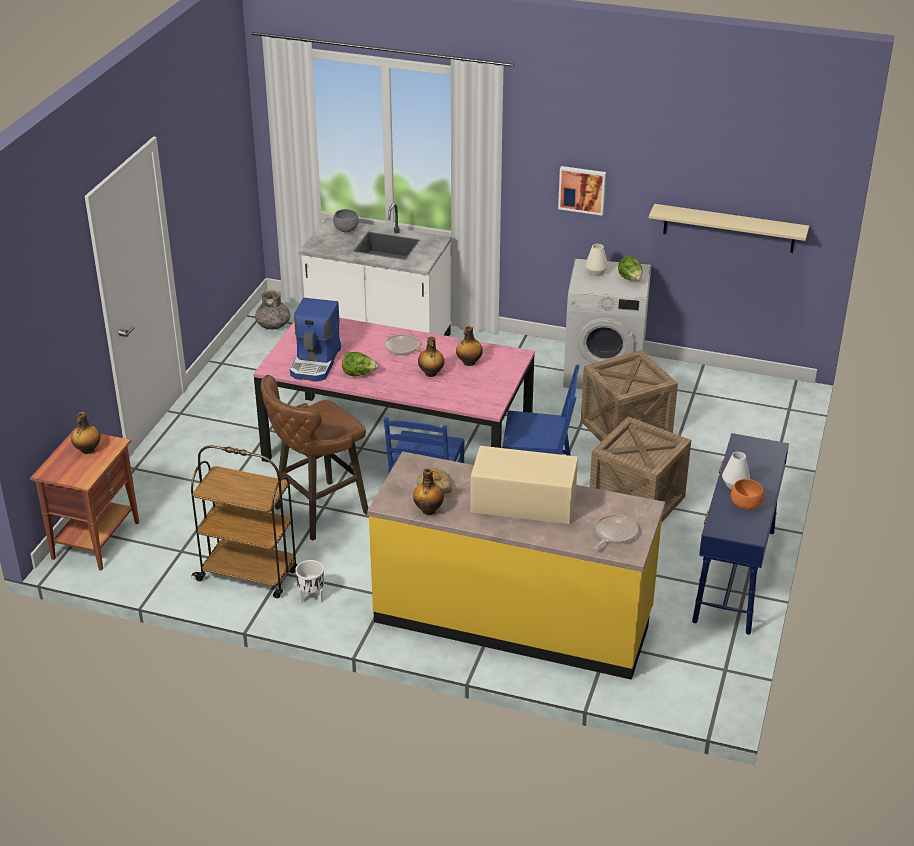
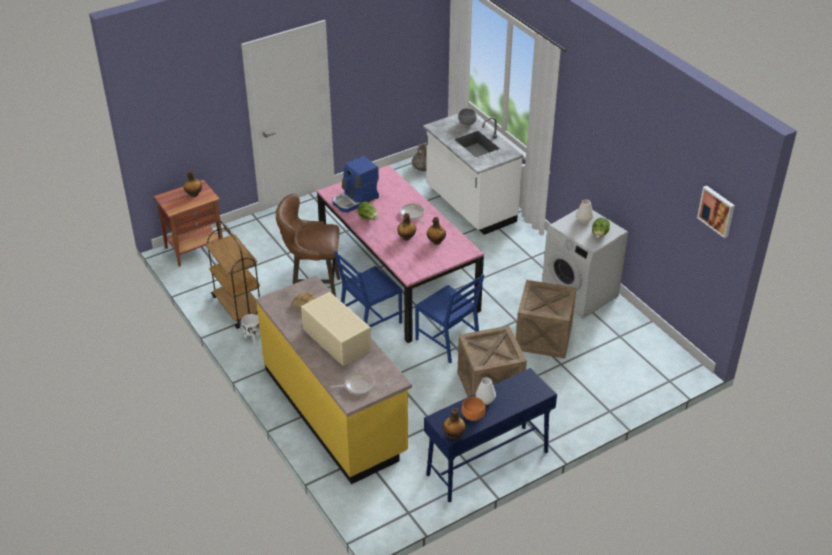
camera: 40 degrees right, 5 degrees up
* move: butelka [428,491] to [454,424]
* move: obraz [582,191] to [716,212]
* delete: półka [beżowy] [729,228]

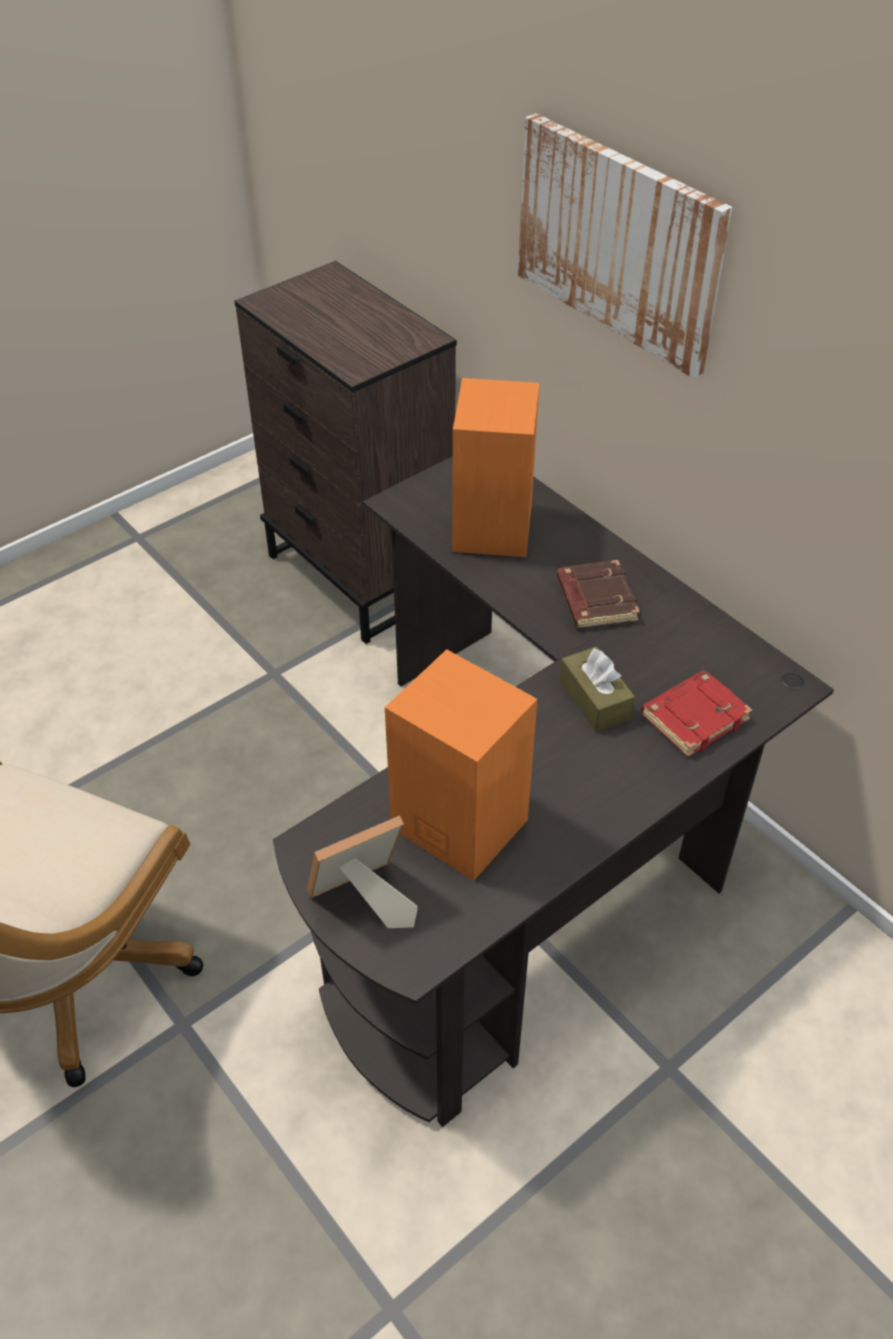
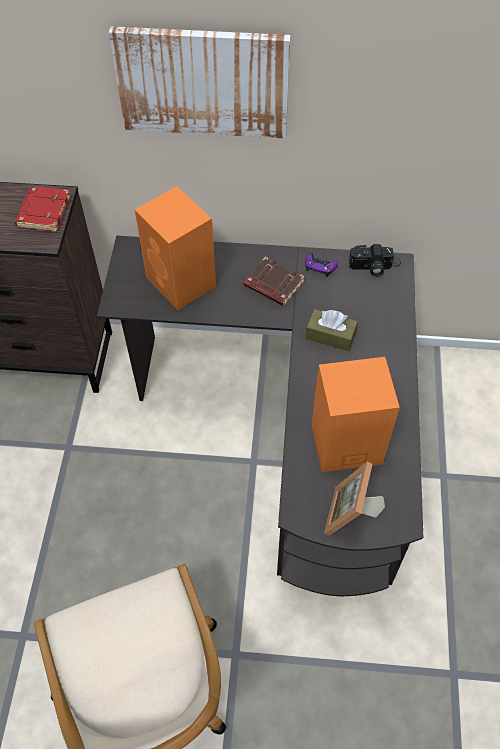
camera: 45 degrees left, 10 degrees up
* move: książka [czerwony] [697,713] to [42,209]
* insert: pad do gier [fioletowy] [321,265]
* insert: aparat fotograficzny [371,260]

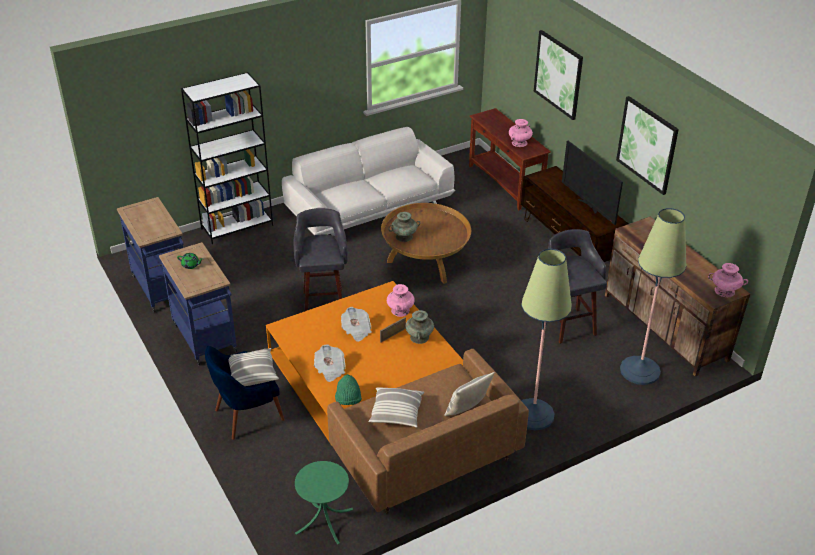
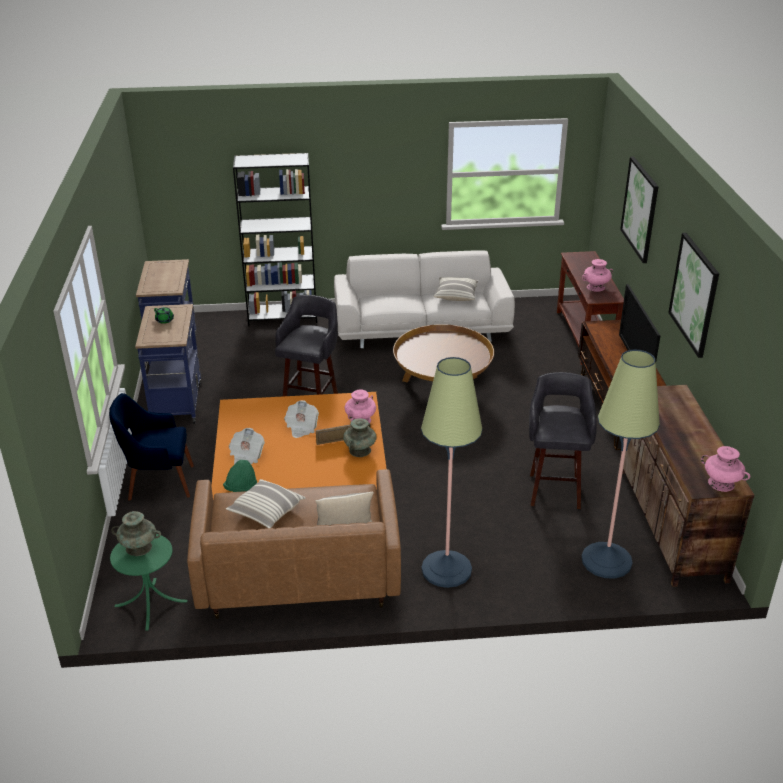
camera: 25 degrees right, 5 degrees down
* move: poduszka [253,367] to [456,289]
* move: wazon [turkusowy] [404,227] to [136,533]

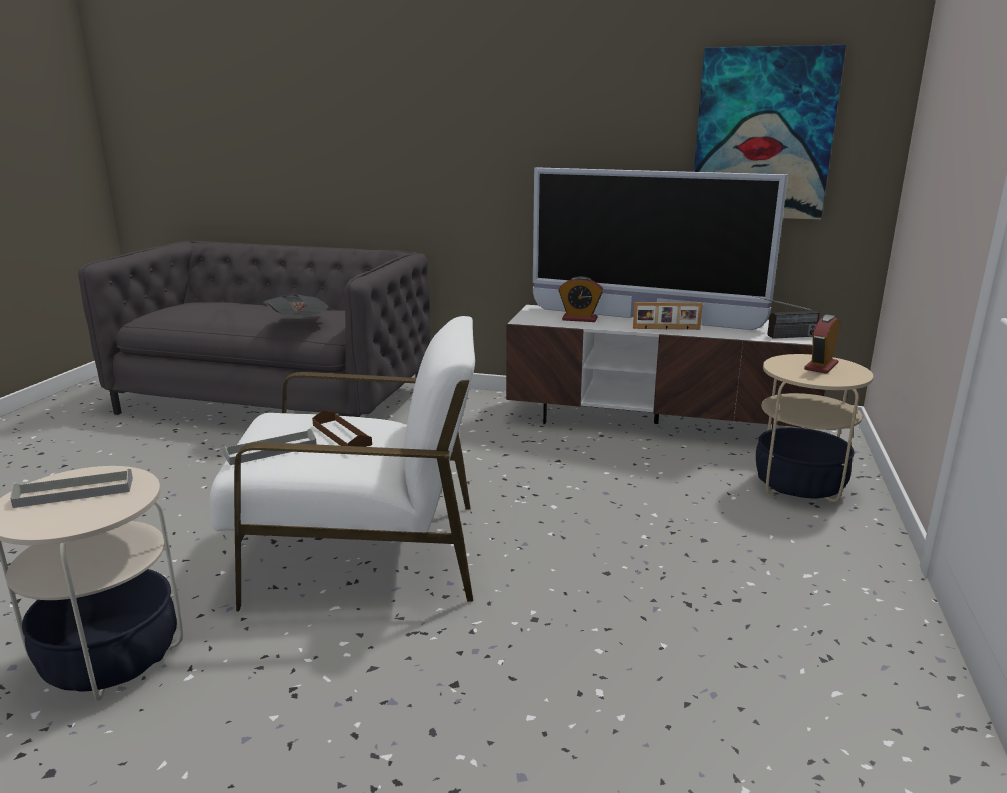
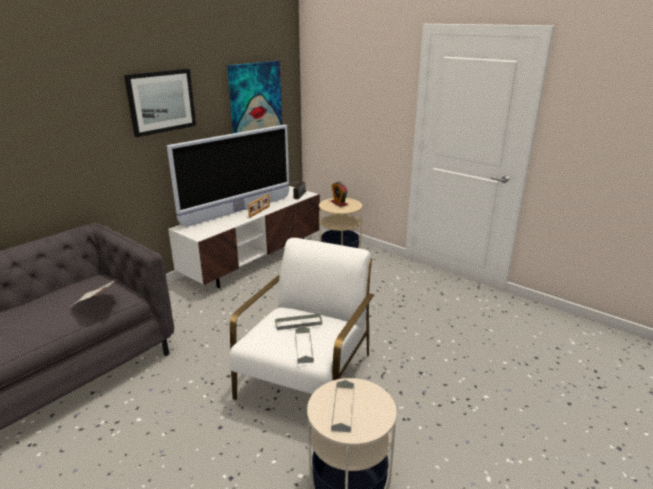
camera: 65 degrees left, 5 degrees up
* recolor: taca [brązowy] [342,428] to taca [szary] [298,321]
* delete: budzik [580,299]
* insert: obraz [160,103]

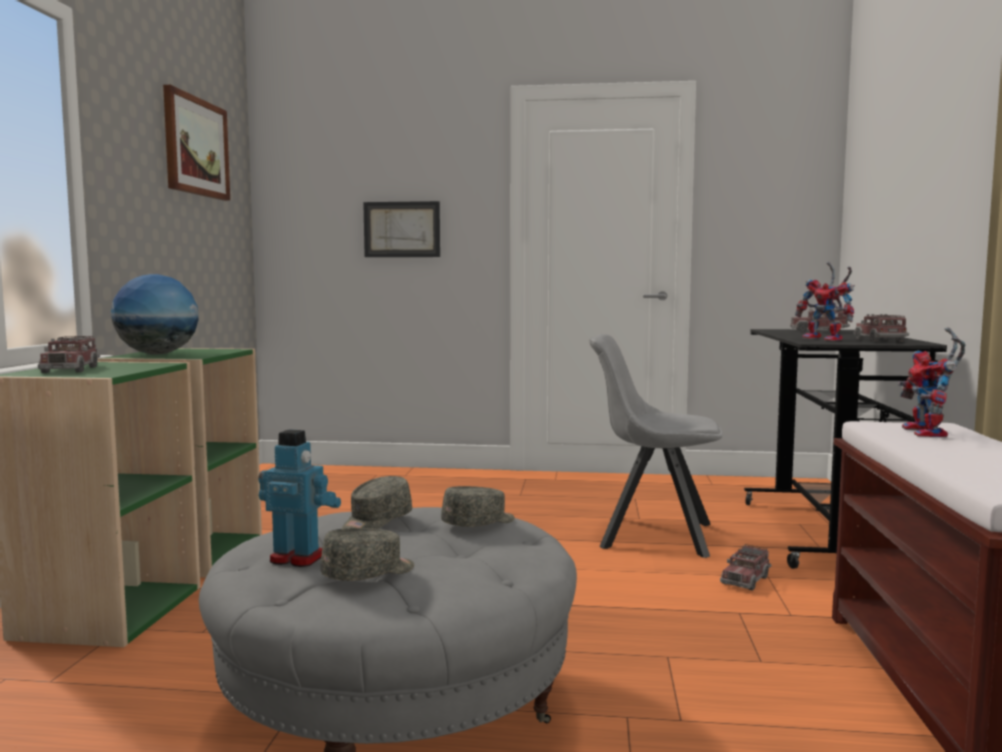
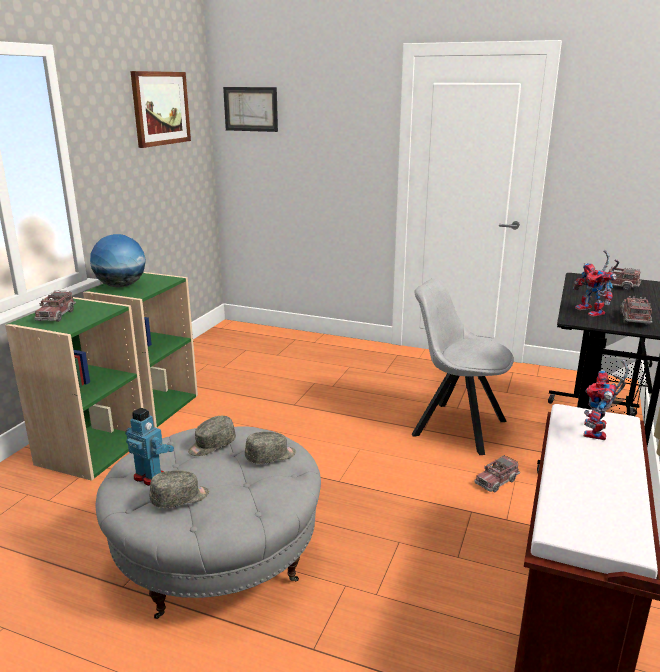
camera: 15 degrees right, 15 degrees up
* move: obraz [401,229] to [250,109]

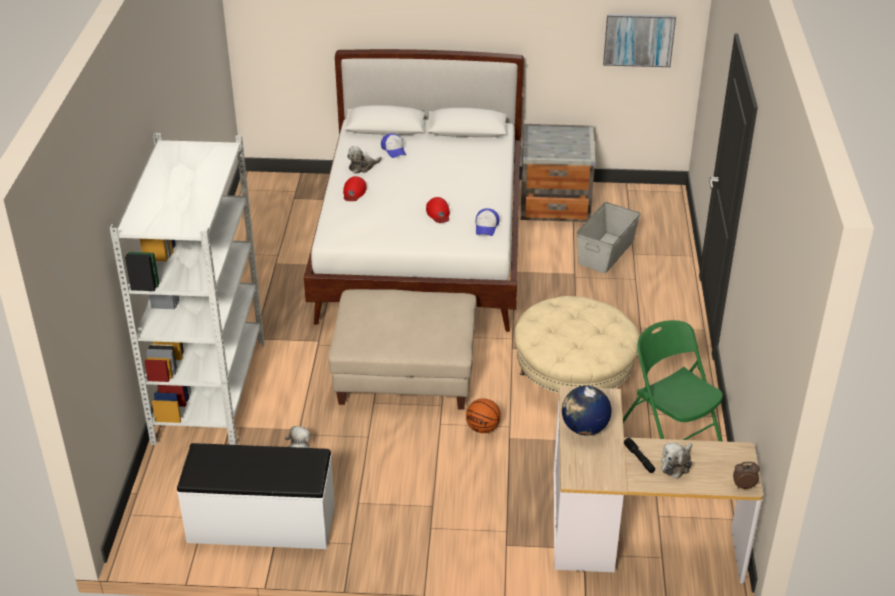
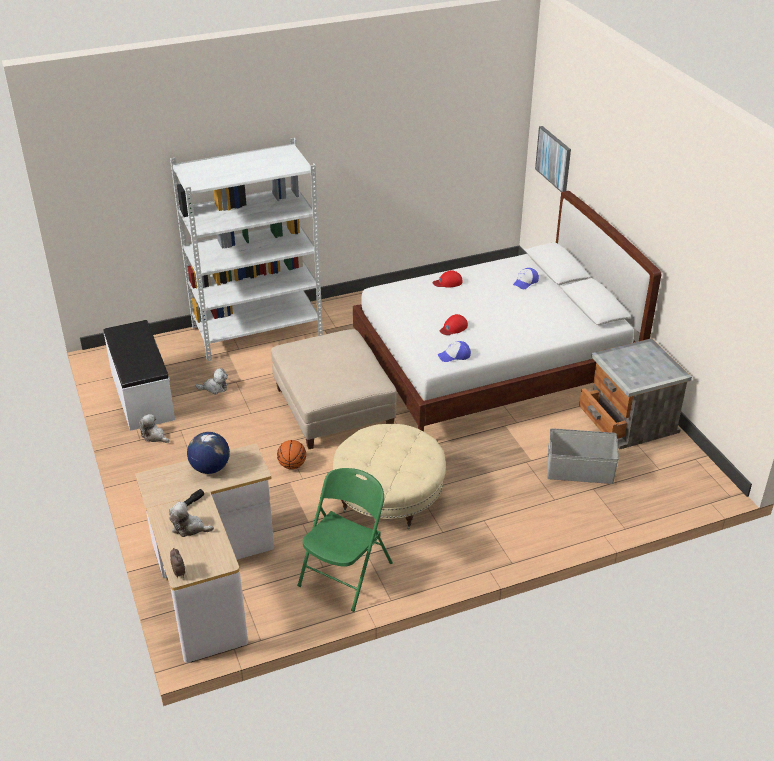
camera: 65 degrees right, 0 degrees up
* move: pluszak [364,160] to [154,428]
* move: obraz [639,40] to [553,159]

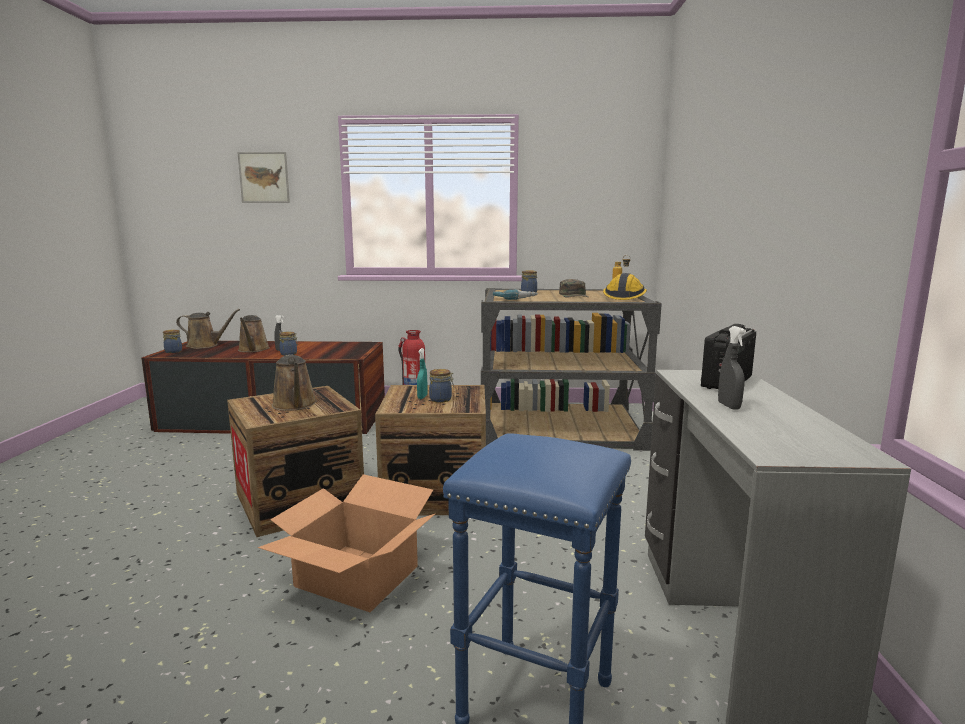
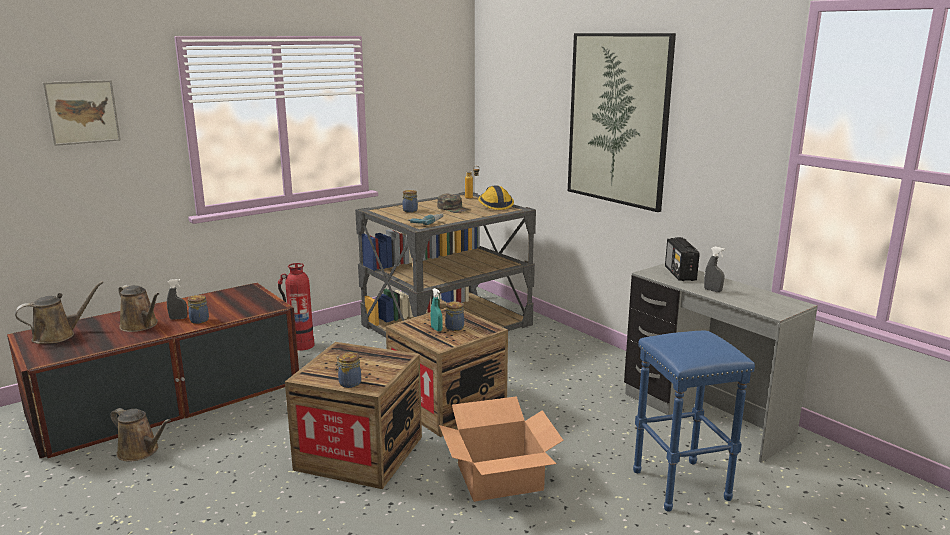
camera: 40 degrees left, 5 degrees up
* move: słoik [172,341] to [348,370]
* move: konewka [brązowy] [294,383] to [140,434]
* insert: obraz [622,122]

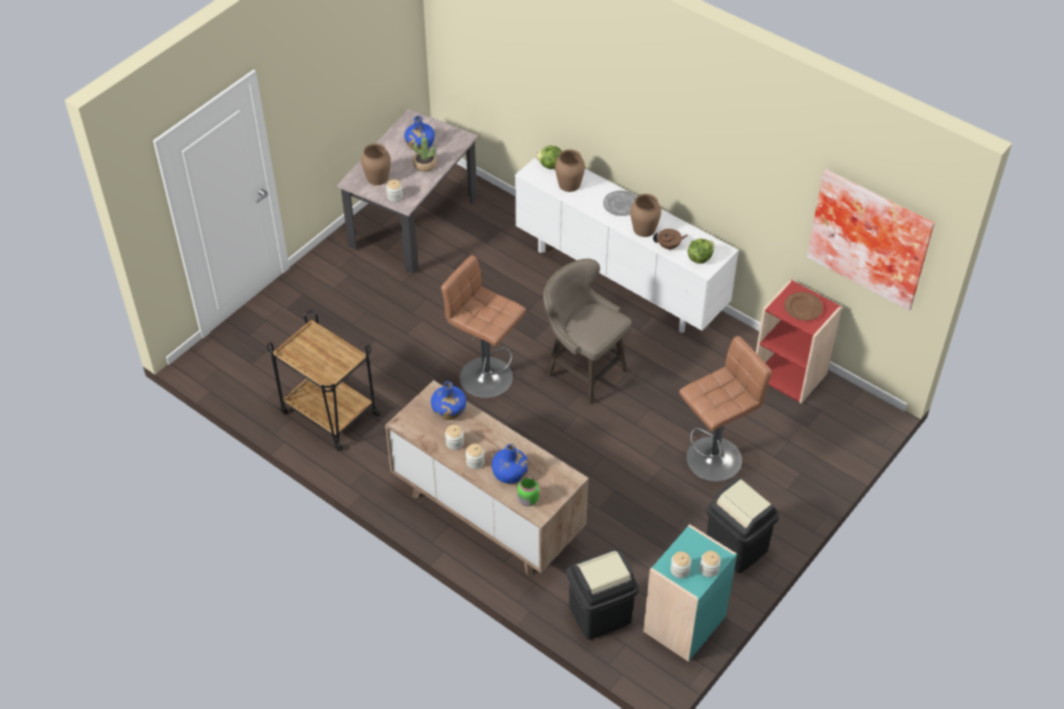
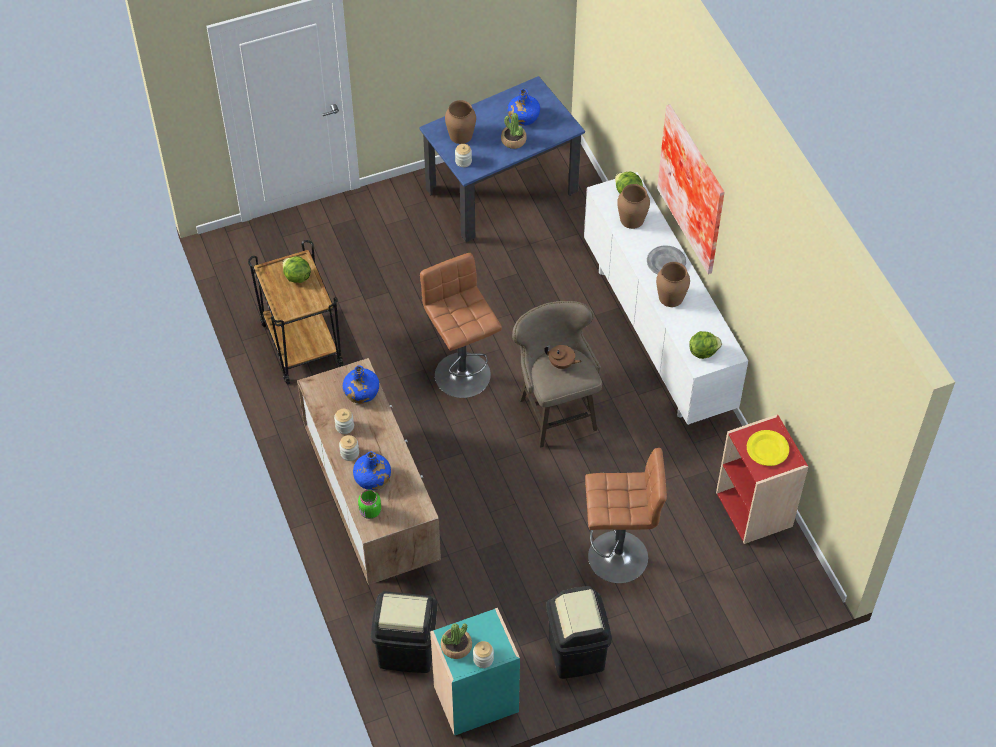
camera: 30 degrees right, 5 degrees up
* recolor: stół jadalny [beżowy] [407,191] to stół jadalny [niebieski] [502,159]
* move: imbryk [brązowy] [670,239] to [563,357]
* replace: słoik [680,565] to roślina doniczkowa [456,641]
* recolor: talerz [brązowy] [803,306] to talerz [żółty] [768,448]
* move: obraz [871,240] to [691,189]
* insert: sałata [297,269]

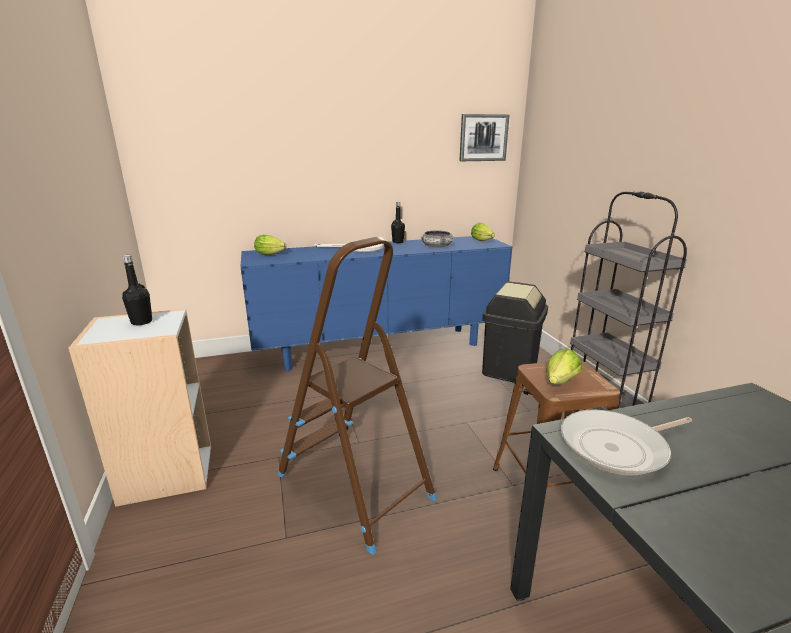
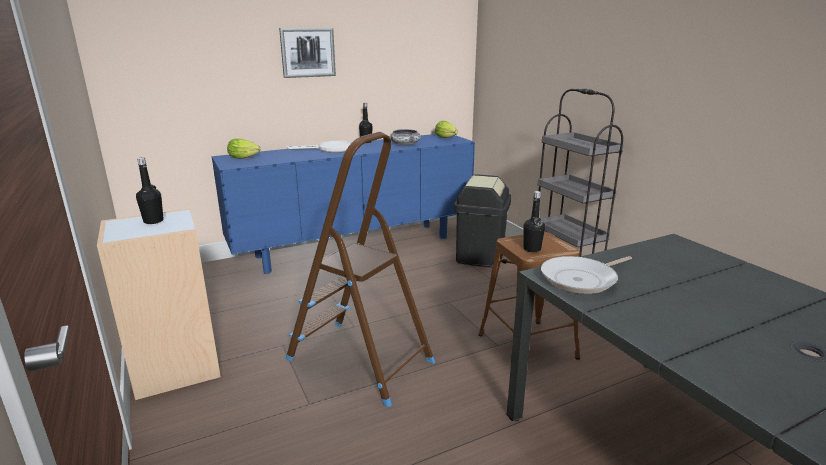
camera: 10 degrees left, 0 degrees up
* move: obraz [484,137] to [307,53]
* replace: sałata [564,366] to butelka [czarny] [534,221]

